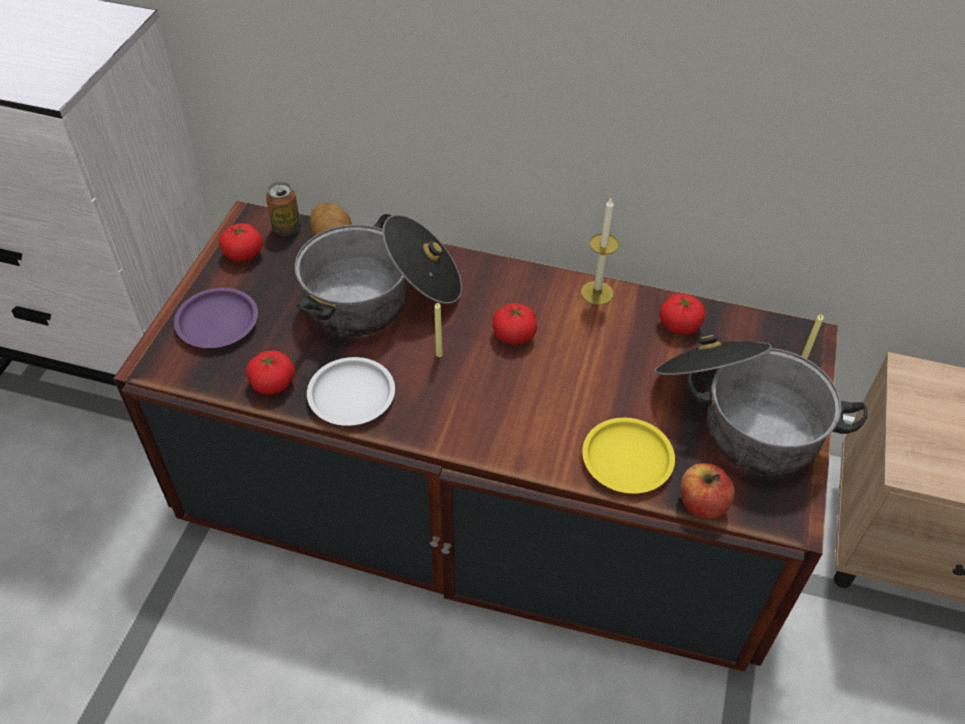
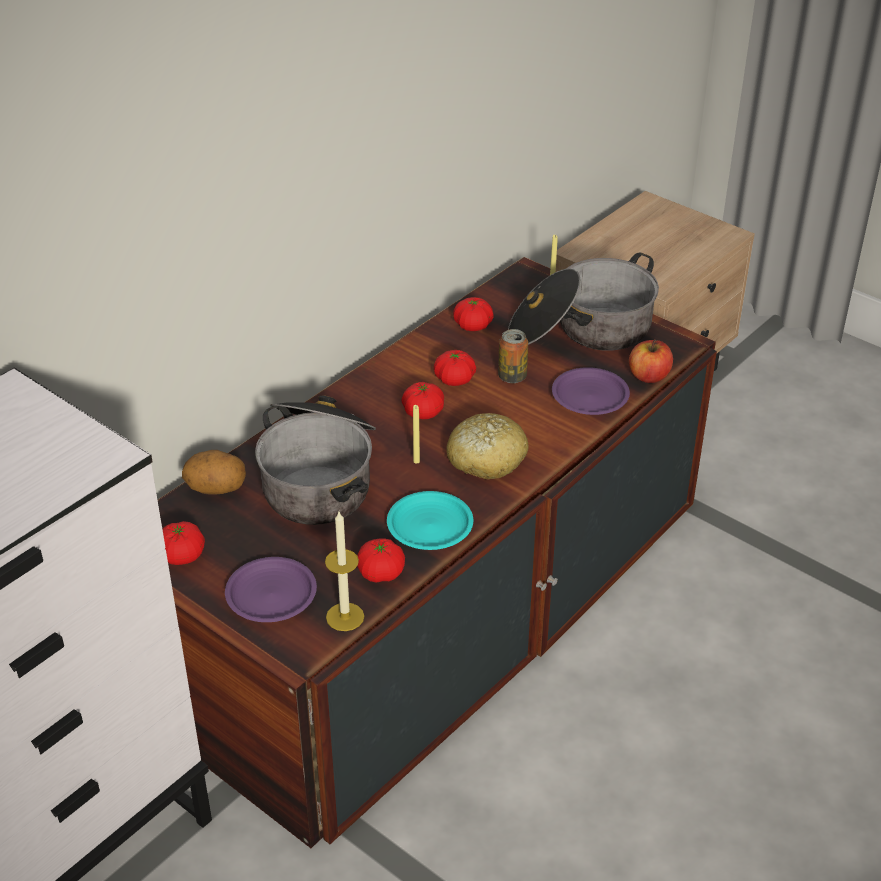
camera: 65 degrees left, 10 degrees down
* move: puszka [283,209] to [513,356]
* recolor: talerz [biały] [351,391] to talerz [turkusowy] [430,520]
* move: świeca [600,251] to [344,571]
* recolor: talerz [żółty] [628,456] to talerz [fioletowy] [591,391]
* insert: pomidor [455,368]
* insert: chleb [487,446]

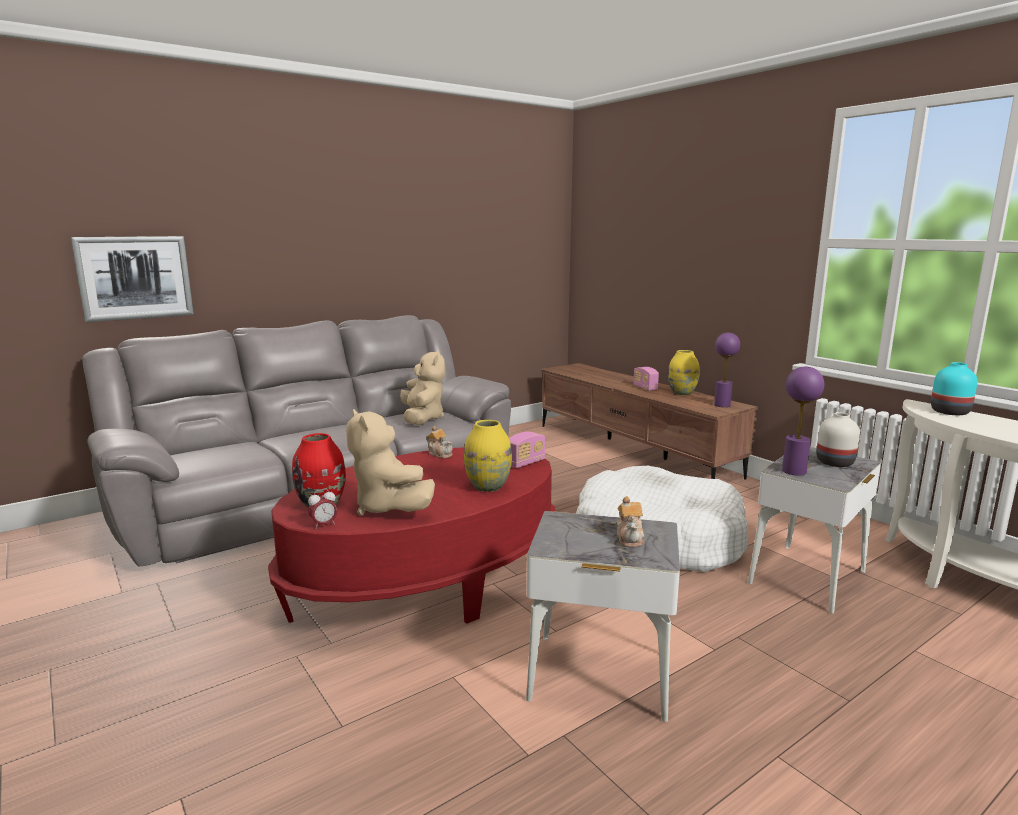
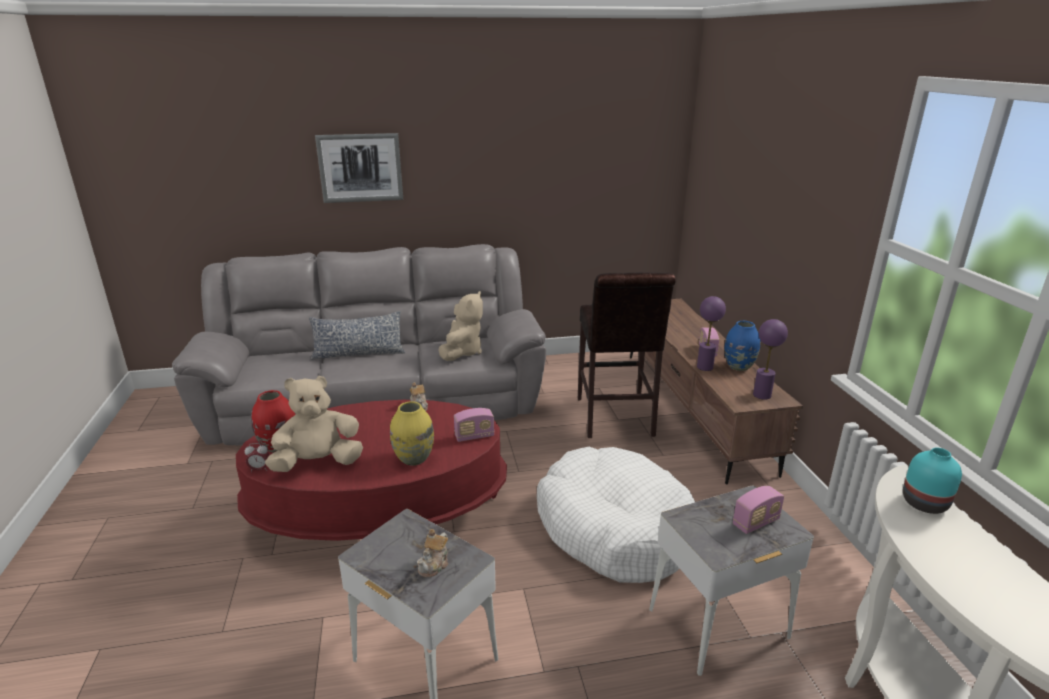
camera: 25 degrees right, 10 degrees up
* move: obraz [132,279] to [359,168]
* rotate: pluszak [beżowy] [390,462] = [314,424] 75 degrees clockwise
* recolor: wazon [żółty] [684,372] to wazon [niebieski] [742,346]
* move: lampa stołowa [fioletowy] [803,421] to [711,333]
* replace: wazon [biały] [838,439] to radio [758,510]
* insert: poduszka [357,335]
* insert: stołek [brązowy] [627,355]

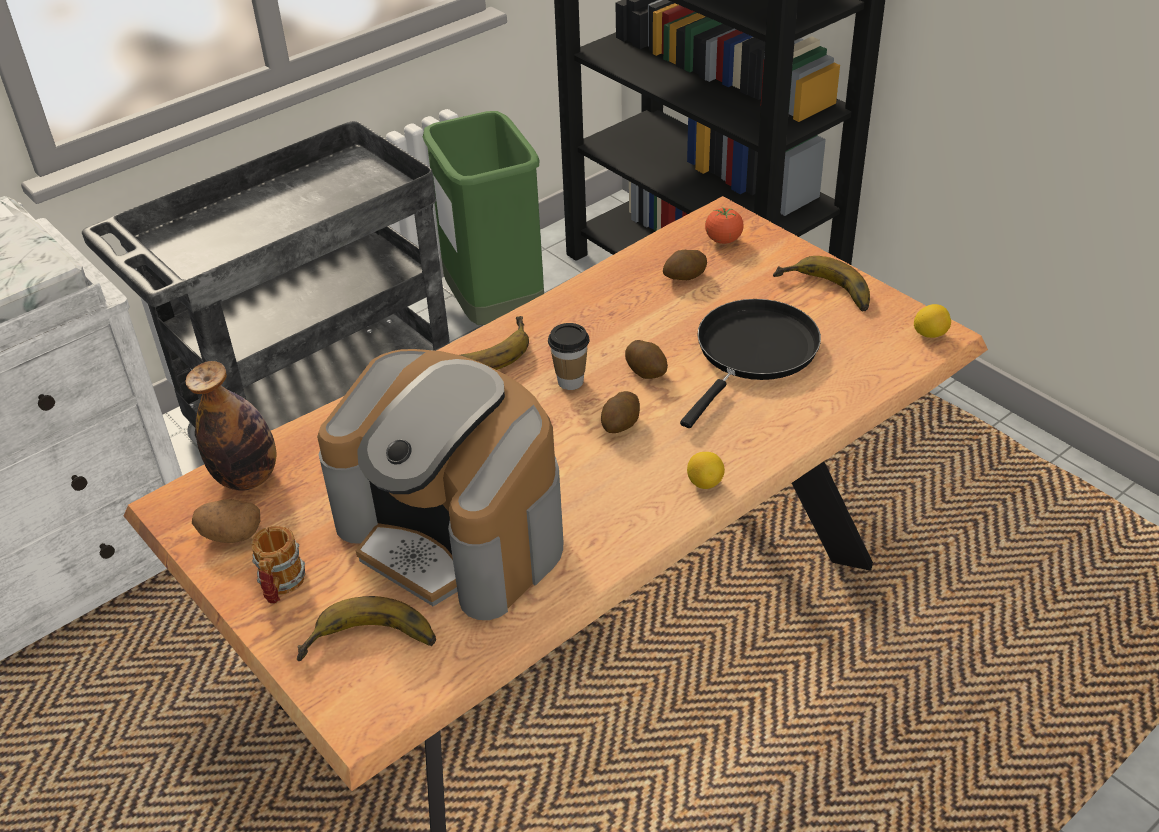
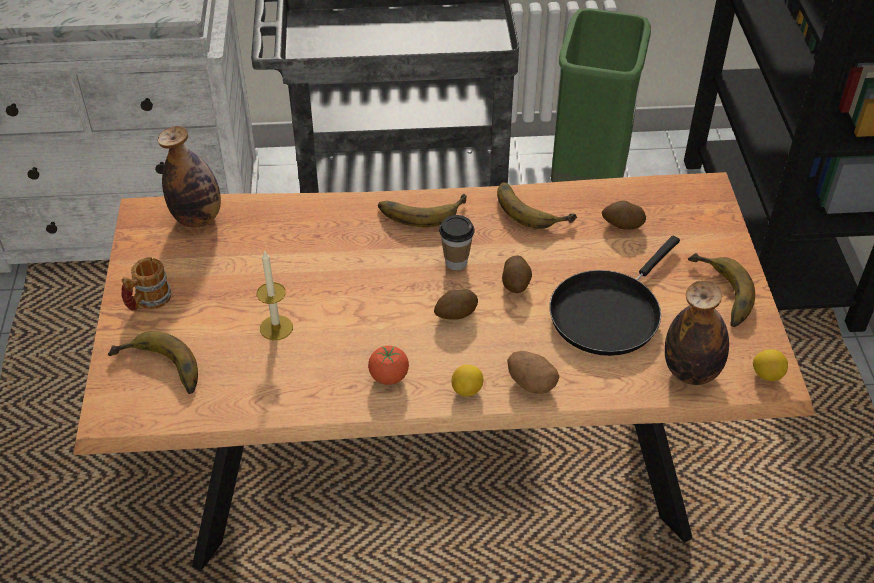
camera: 35 degrees right, 5 degrees up
* move: ziemniak [226,521] to [533,372]
* replace: ekspres do kawy [440,484] to świeca [275,295]
* rotate: patelnia [czarny] [750,363] = [614,296] 150 degrees clockwise
* move: pomidor [724,225] to [388,365]
* insert: banan [537,205]
* insert: butelka [697,332]

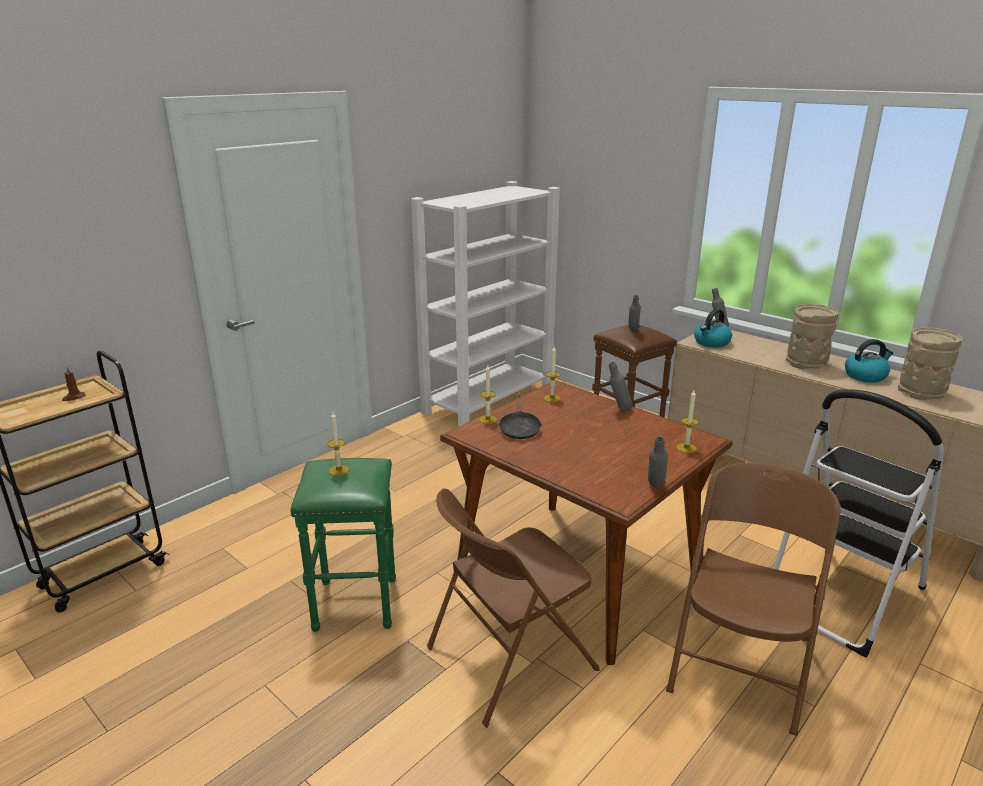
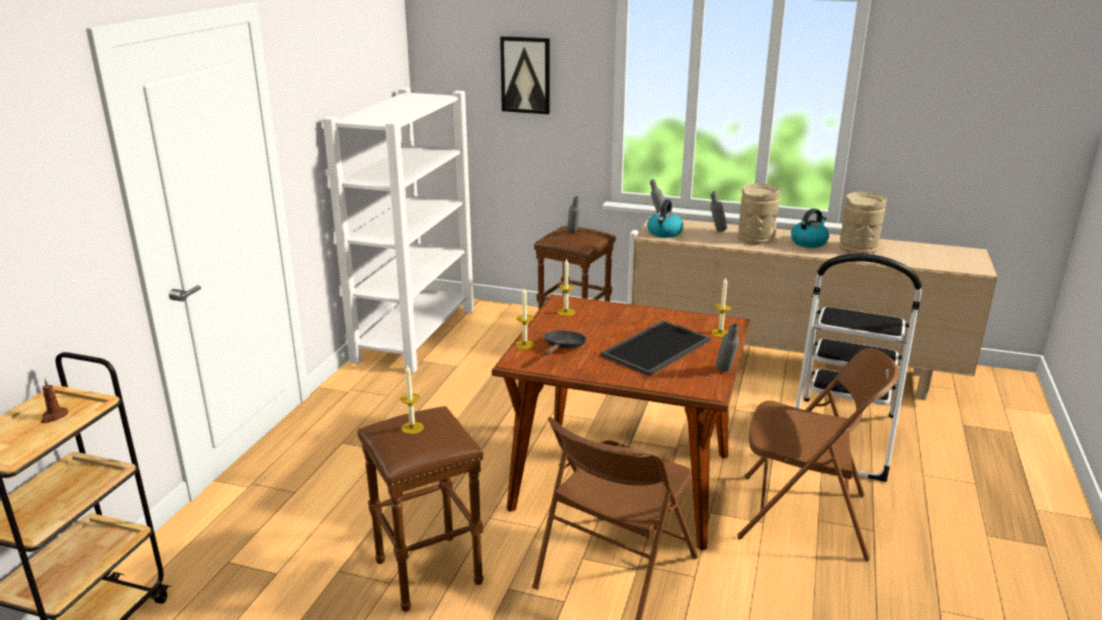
camera: 25 degrees left, 0 degrees up
* recolor: stołek [zielony] [343,545] to stołek [brązowy] [420,509]
* rotate: patelnia [czarny] [520,417] = [565,342] 135 degrees counterclockwise
* move: butelka [szary] [621,387] to [718,211]
* rotate: krzesło [brązowy] [753,599] = [818,455] 105 degrees clockwise
* insert: obraz [525,75]
* insert: taca [656,348]

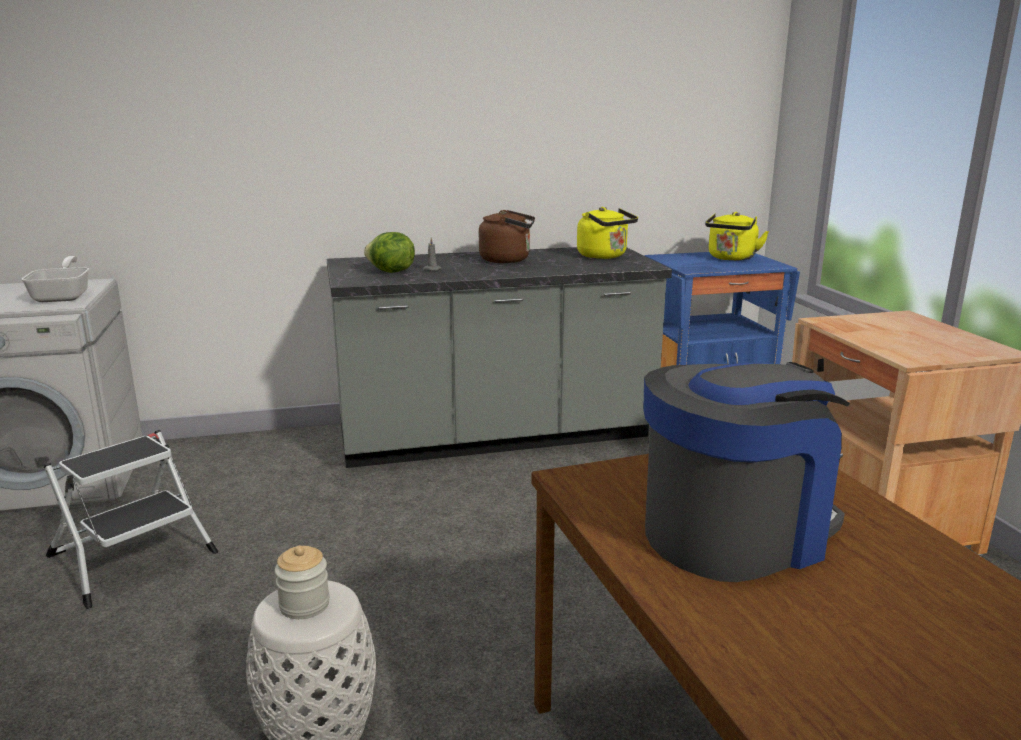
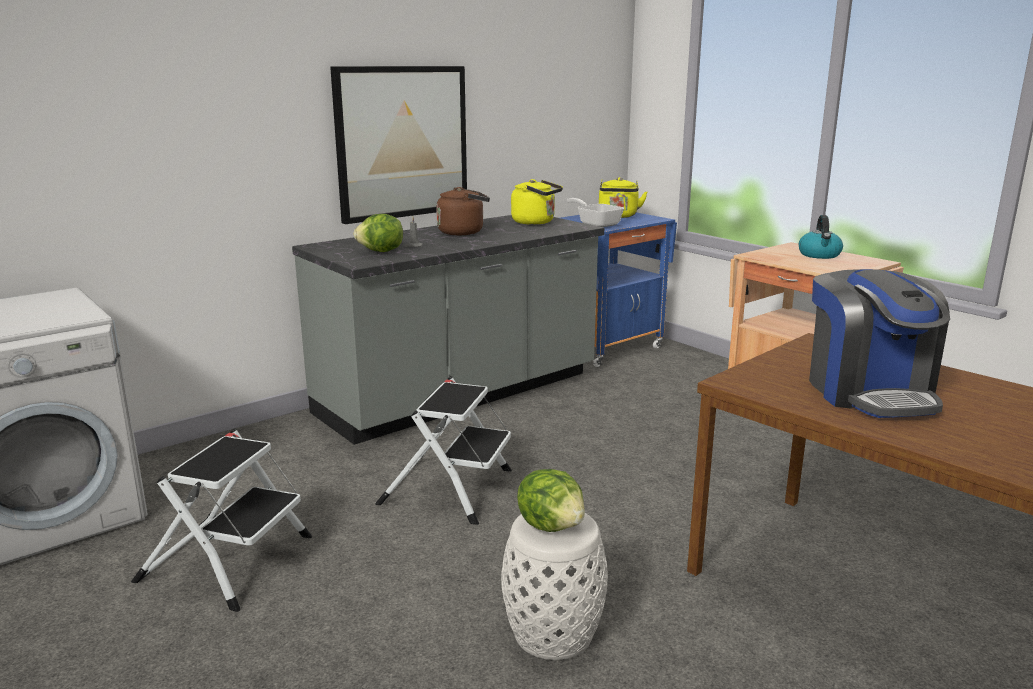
camera: 25 degrees left, 0 degrees up
* move: patelnia [55,279] to [595,212]
* replace: słoik [302,582] to sałata [551,500]
* rotate: ekspres do kawy [746,472] = [879,343] 135 degrees clockwise
* insert: obraz [398,145]
* insert: drabinka [443,450]
* insert: czajnik [821,237]

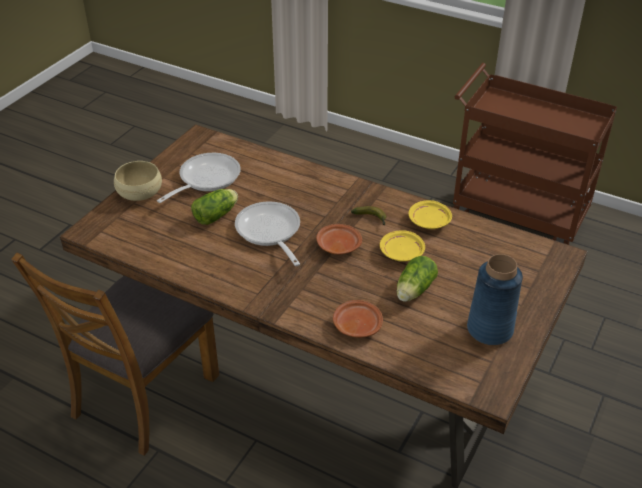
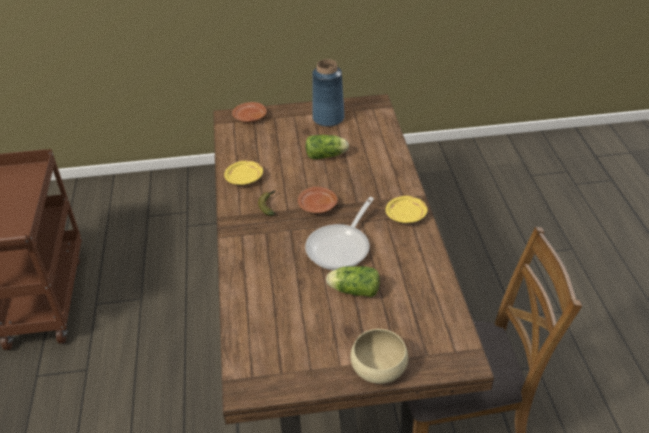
camera: 125 degrees left, 0 degrees up
* delete: patelnia [199,178]
* move: talerz [brązowy] [358,318] to [249,112]
* move: talerz [żółty] [402,246] to [406,209]

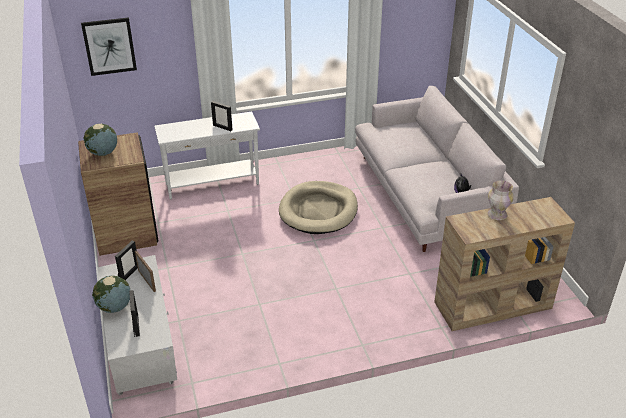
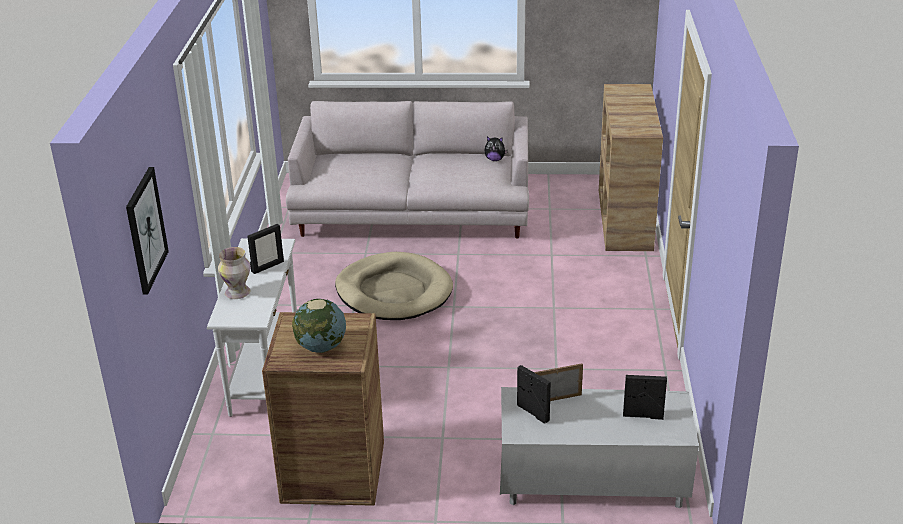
camera: 70 degrees left, 5 degrees down
* delete: globus [111,294]
* move: wazon [501,200] to [234,273]

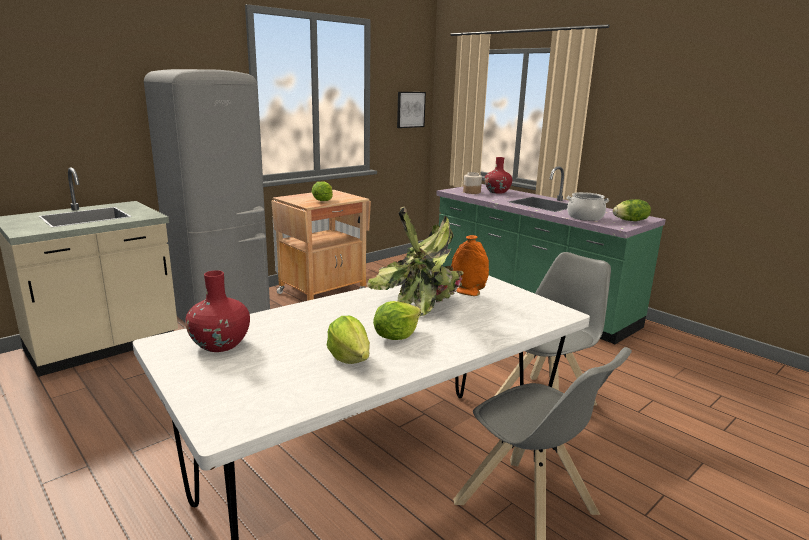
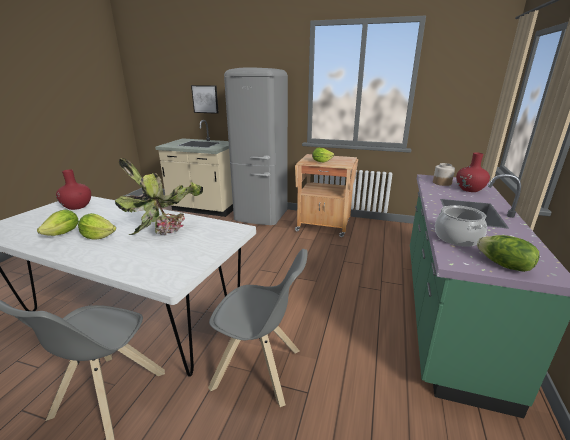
camera: 60 degrees right, 5 degrees up
* move: obraz [411,110] to [205,99]
* delete: wazon [pomarańczowy] [470,265]

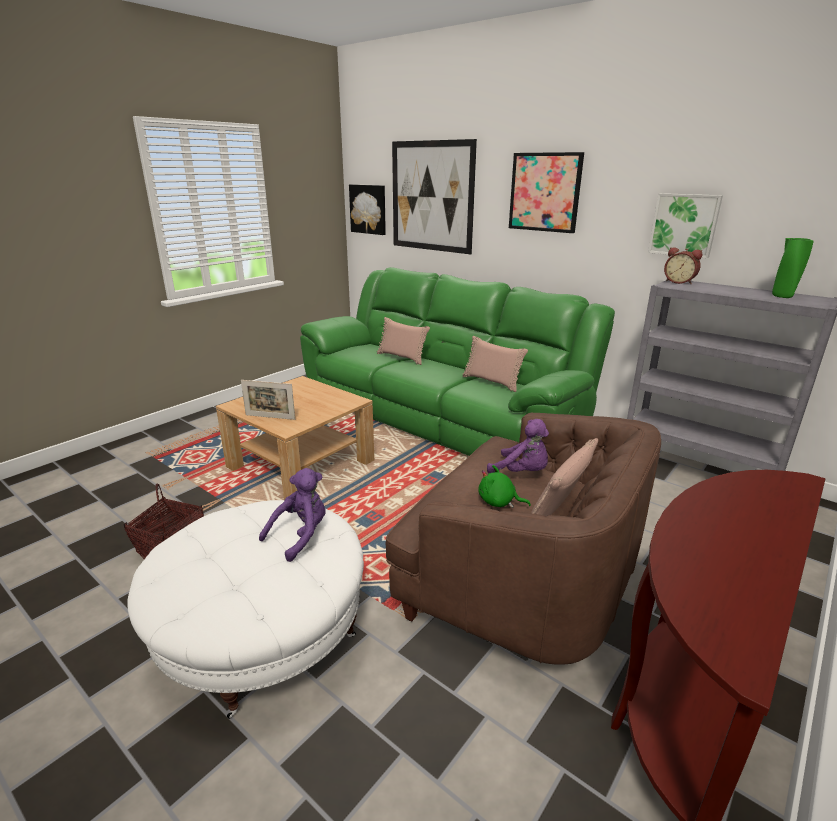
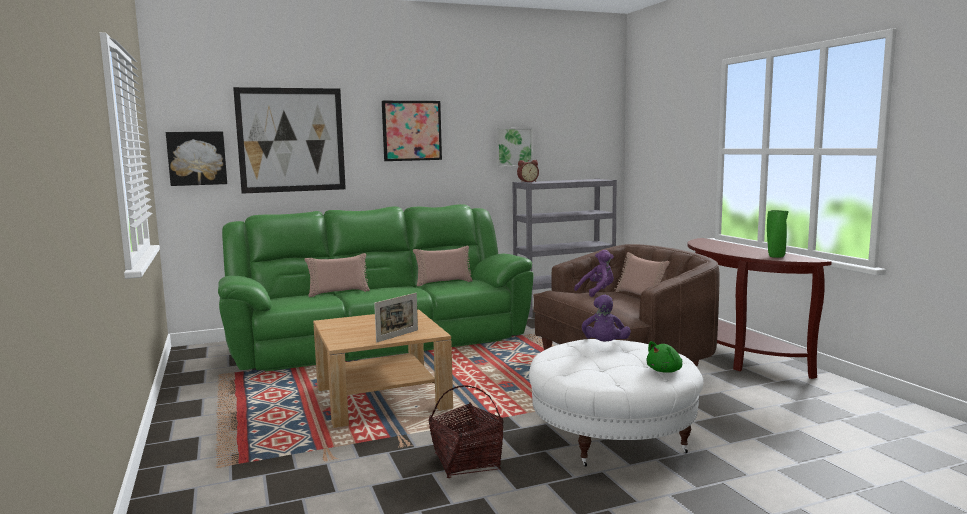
camera: 60 degrees left, 15 degrees down
* rotate: pluszak [fioletowy] [292,515] = [606,318] 150 degrees counterclockwise
* move: pluszak [zielony] [504,486] to [664,357]
* move: wazon [zielony] [792,268] to [778,234]

